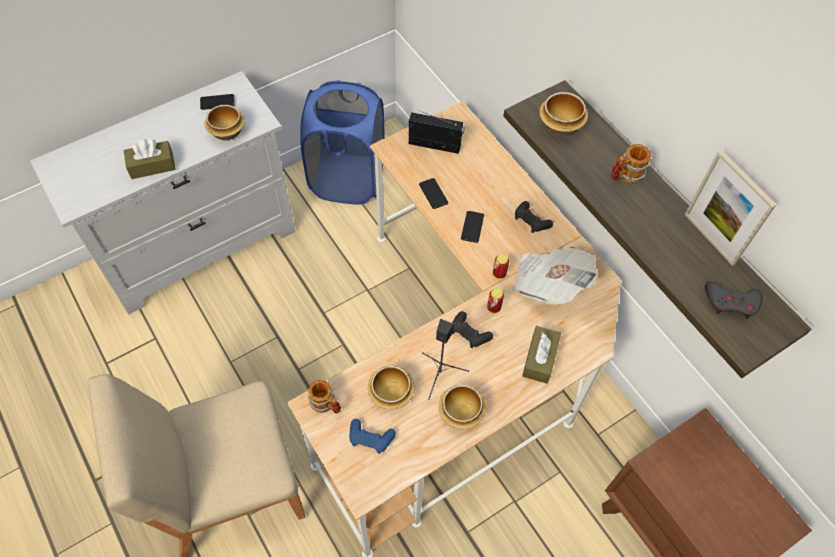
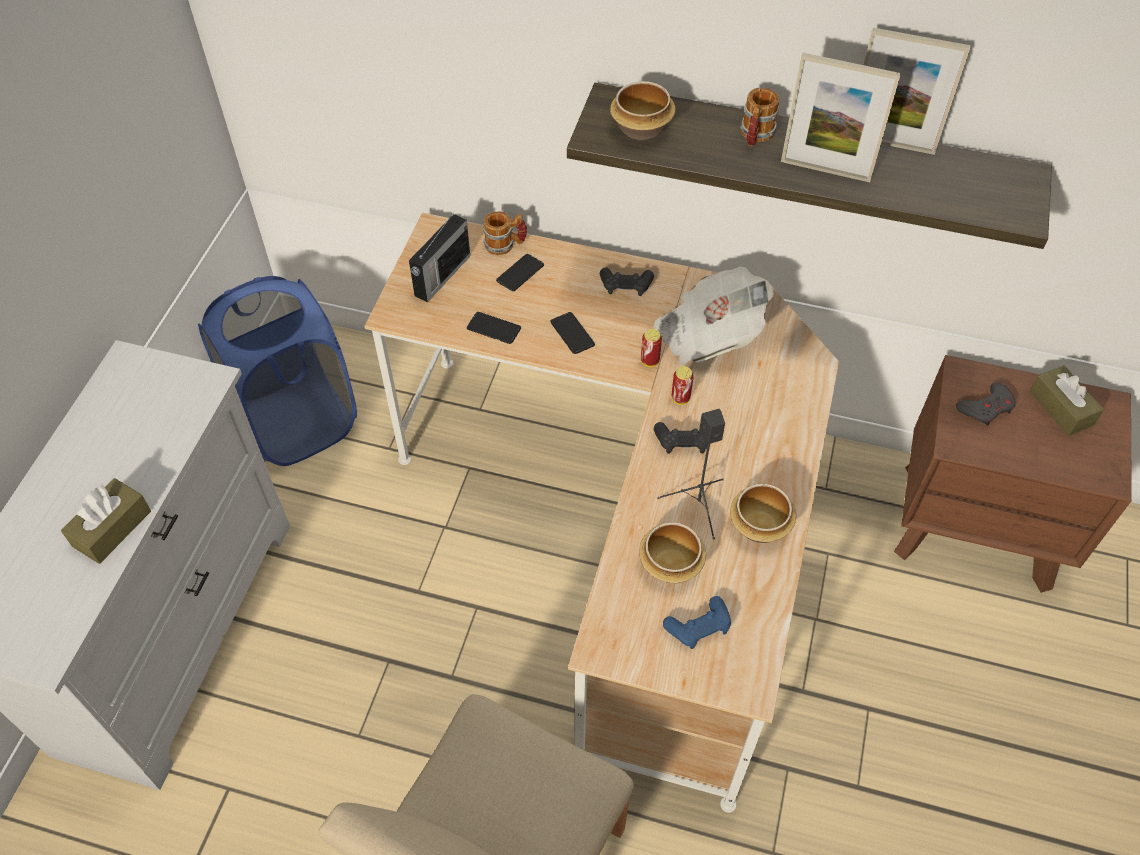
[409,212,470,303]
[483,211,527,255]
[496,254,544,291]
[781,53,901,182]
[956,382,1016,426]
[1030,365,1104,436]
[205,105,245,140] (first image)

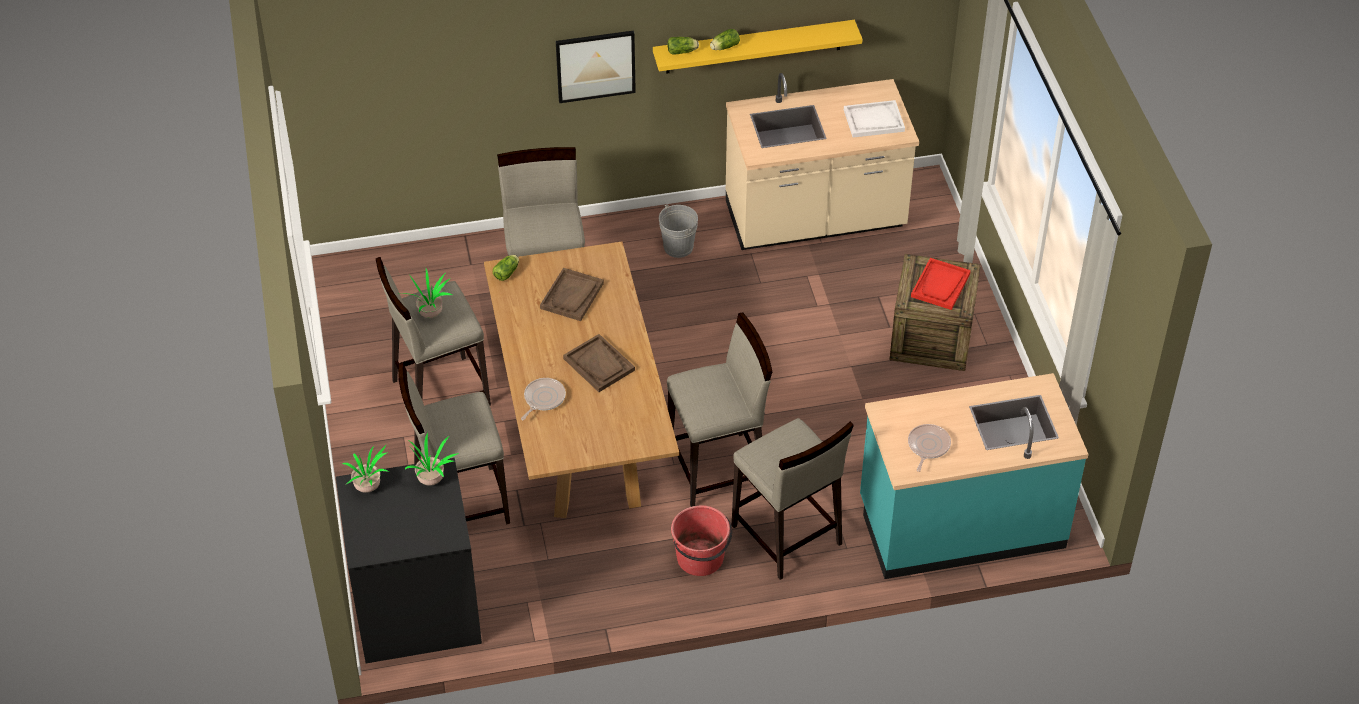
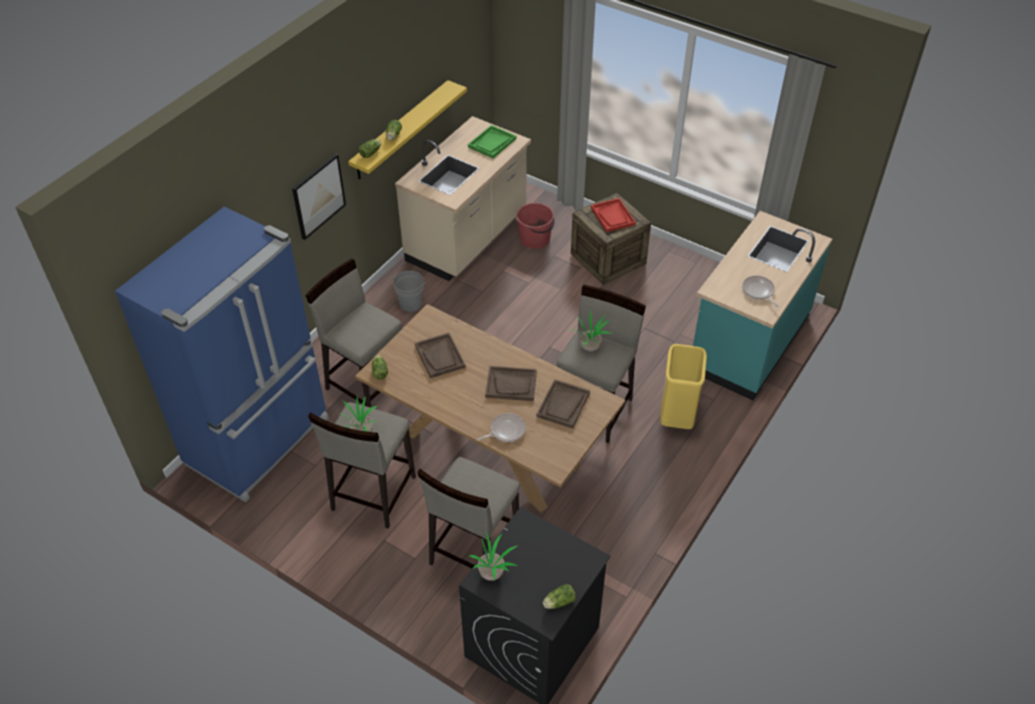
[115,206,329,502]
[468,125,516,158]
[476,413,526,442]
[516,203,555,249]
[537,379,590,429]
[543,584,576,609]
[574,309,612,351]
[660,344,707,429]

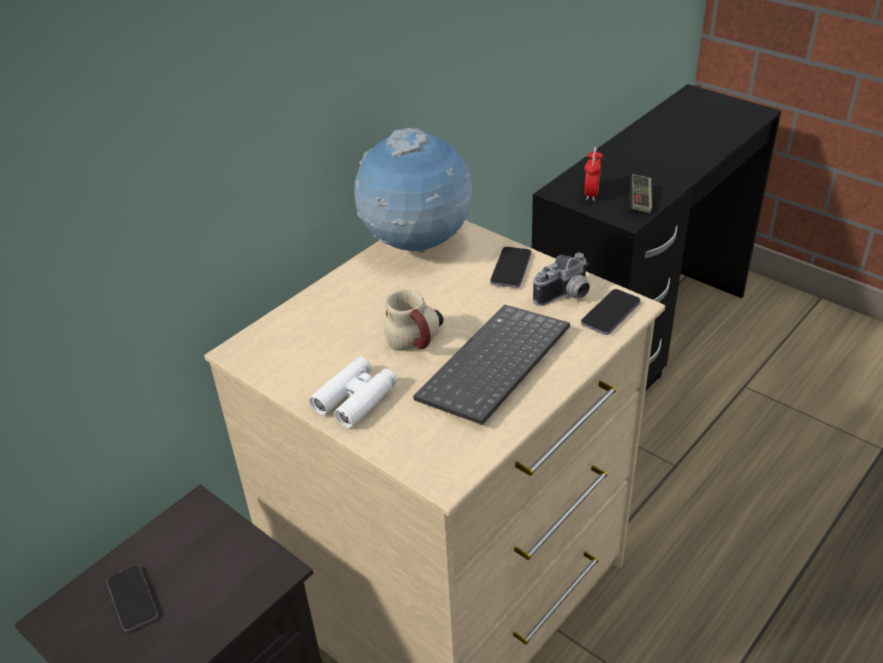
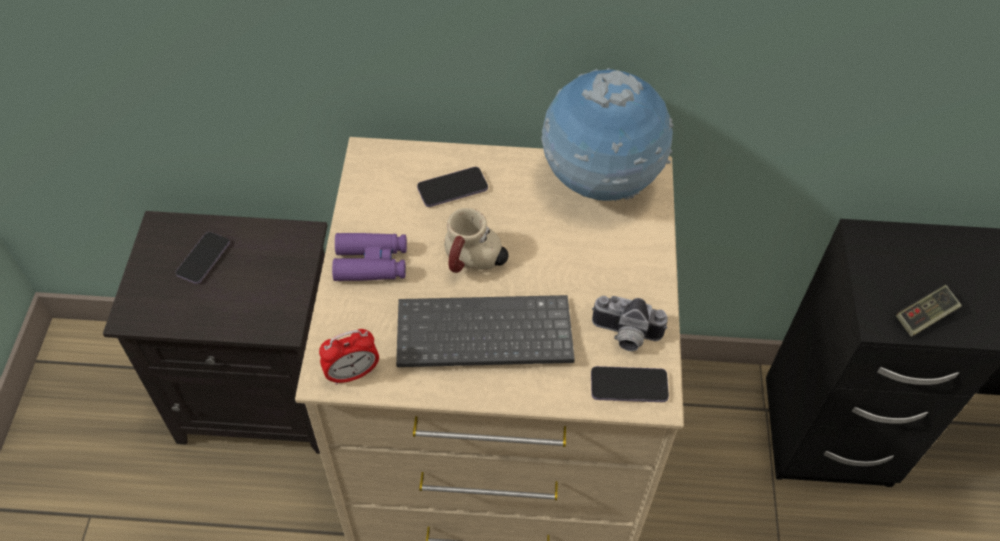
[319,329,379,385]
[332,233,407,281]
[417,167,488,207]

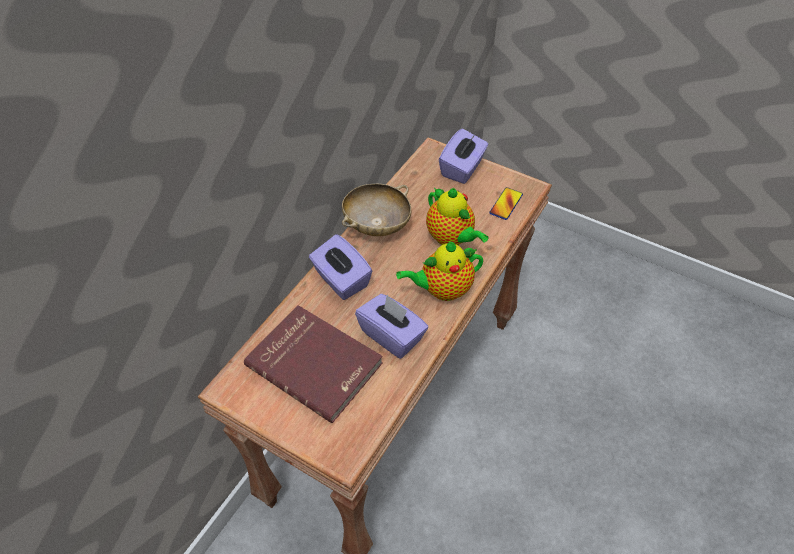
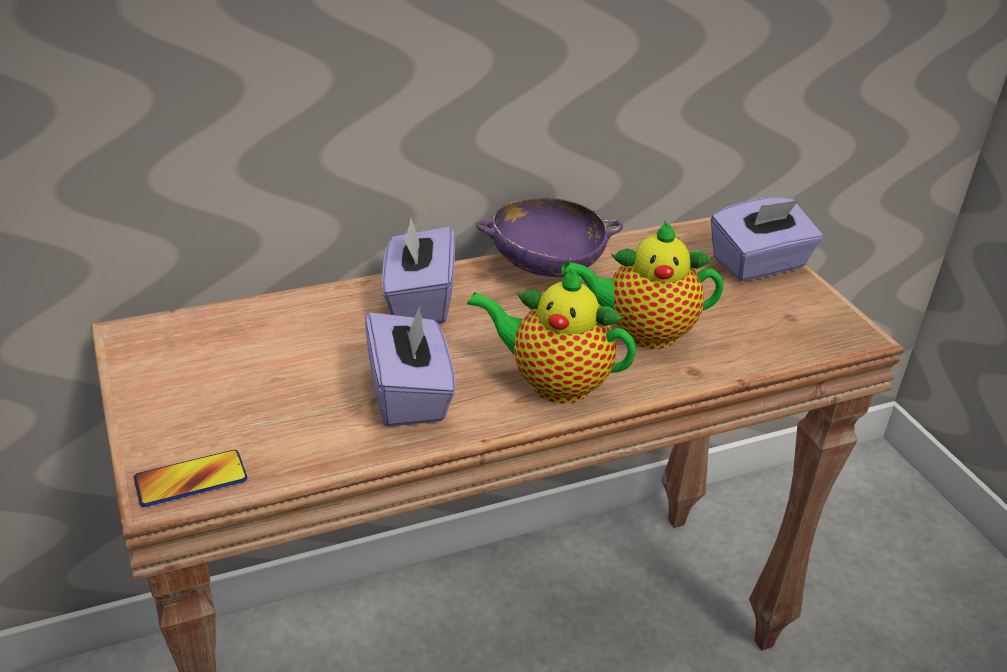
[134,450,247,507]
[476,198,623,277]
[561,220,724,349]
[244,305,383,423] (first image)

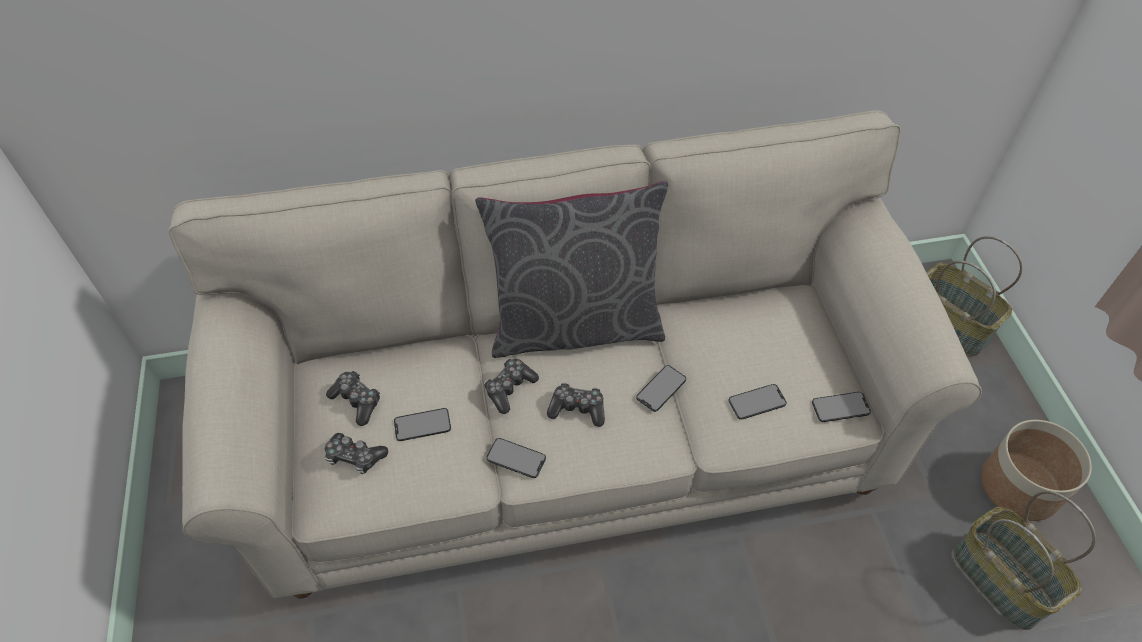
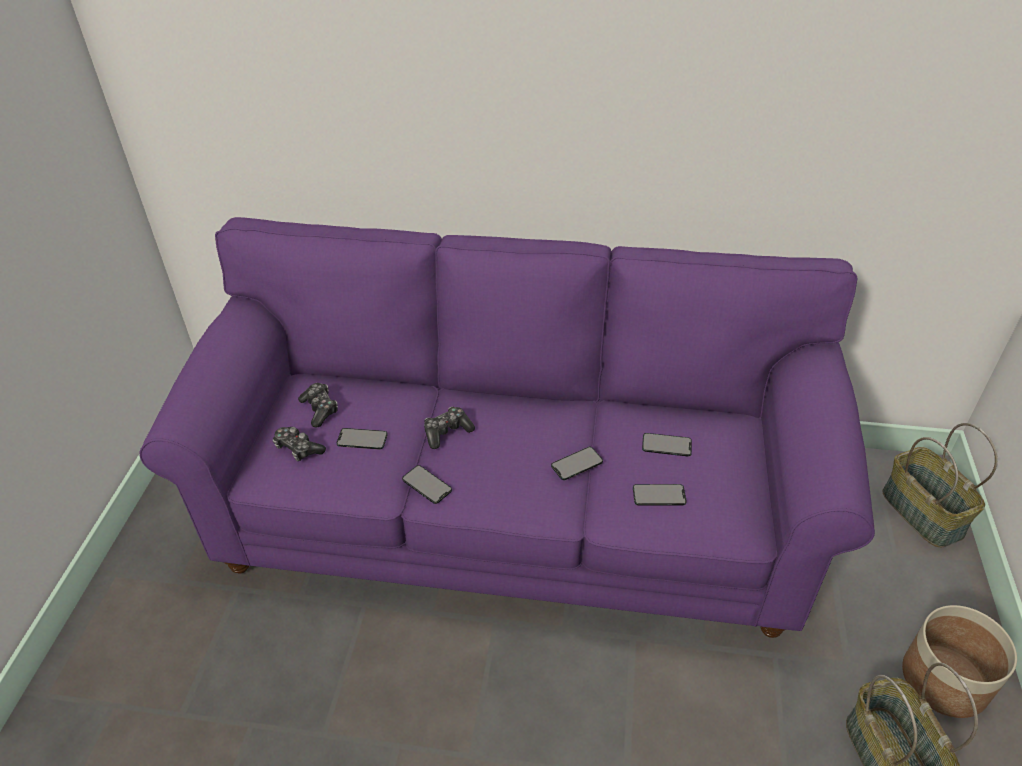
[139,217,875,638]
[642,433,692,456]
[475,181,668,358] (first image)
[547,383,605,427] (first image)

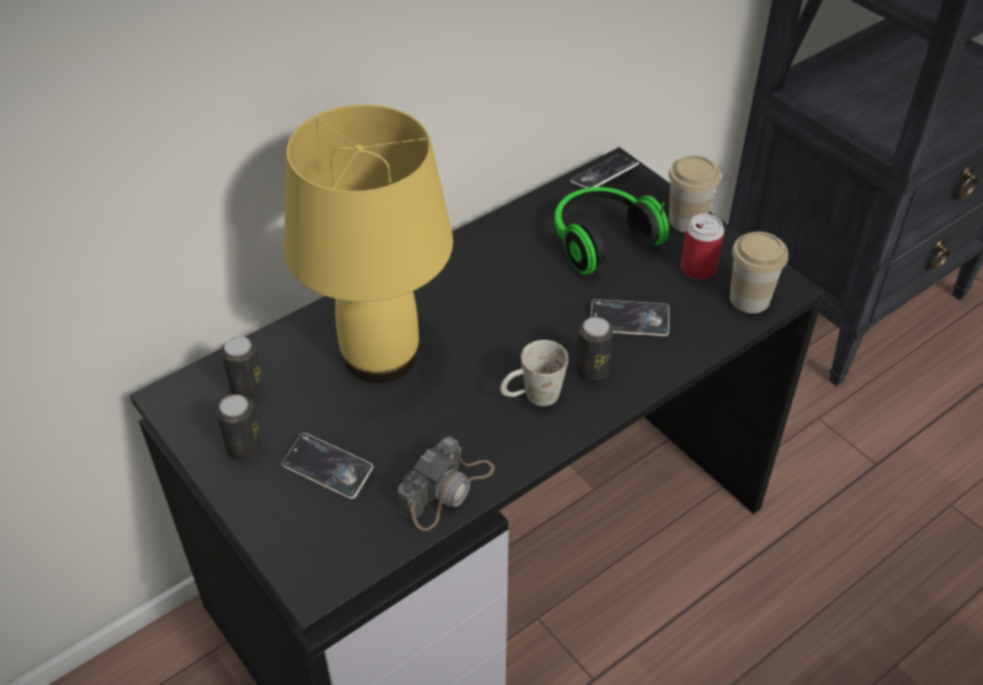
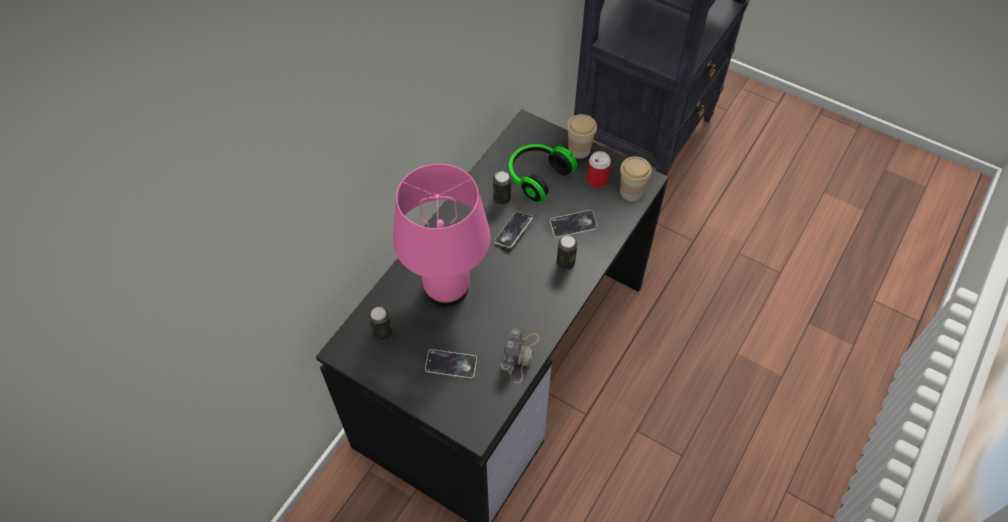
[393,164,491,307]
[493,171,511,205]
[494,212,533,248]
[500,340,568,406] (first image)

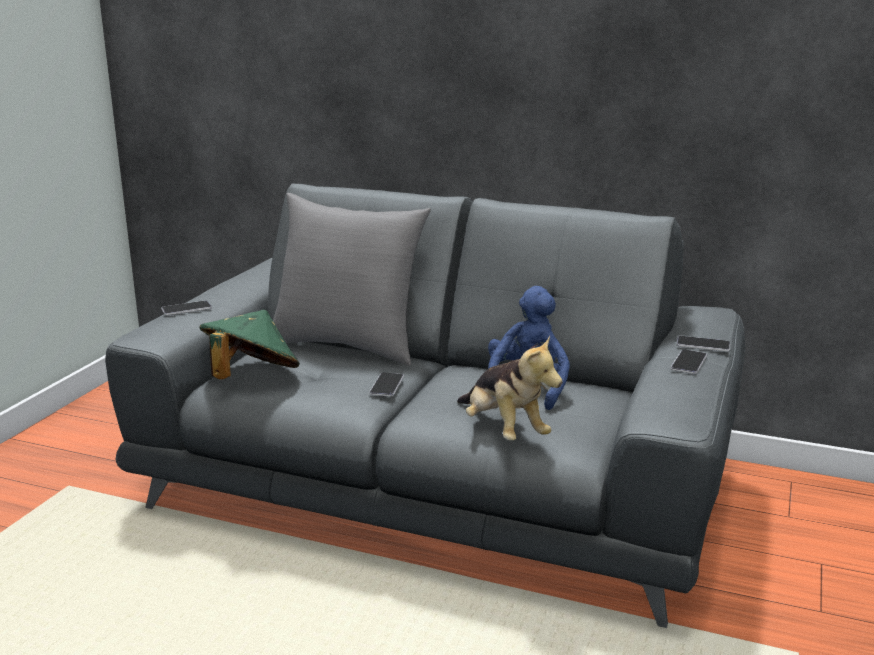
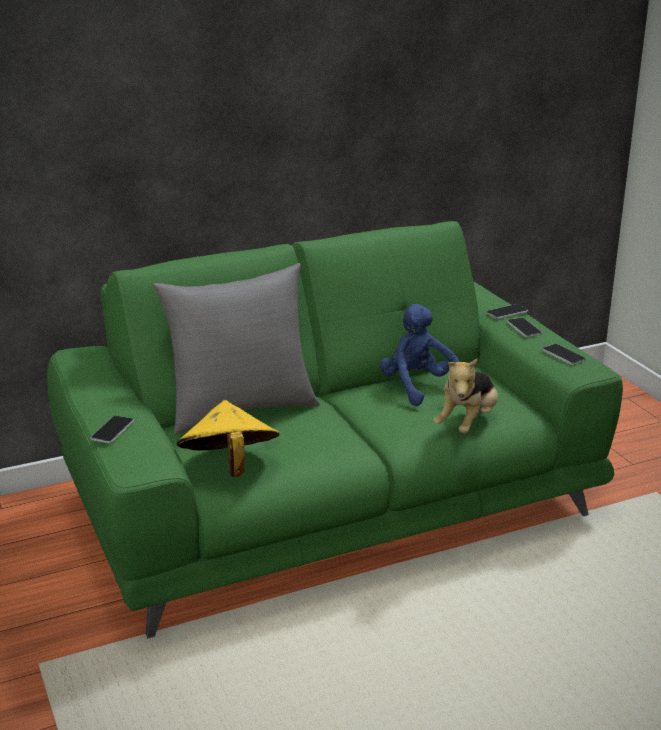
[47,221,623,638]
[177,400,280,477]
[433,358,498,434]
[542,344,586,365]

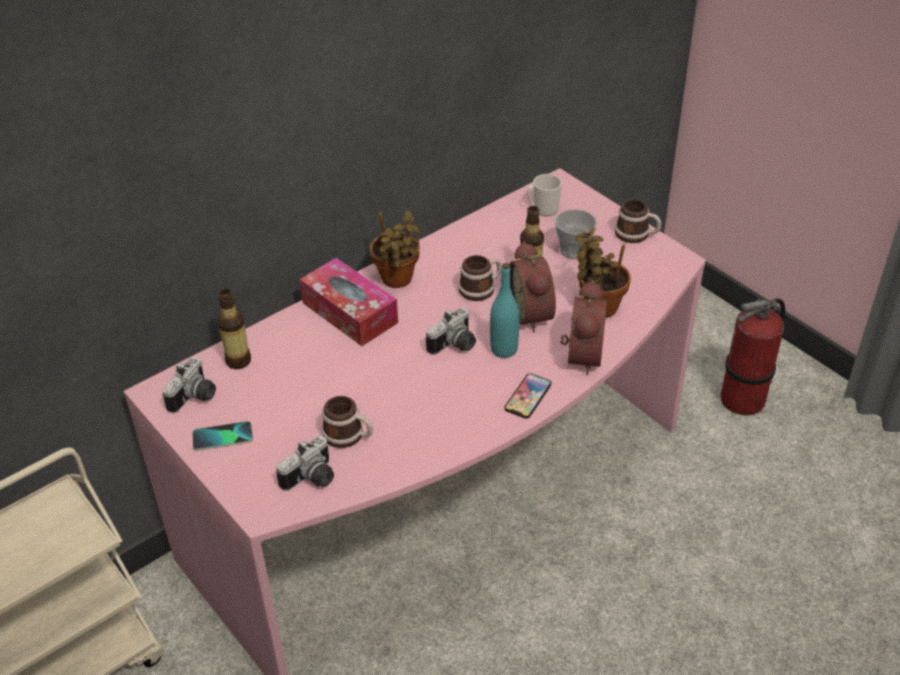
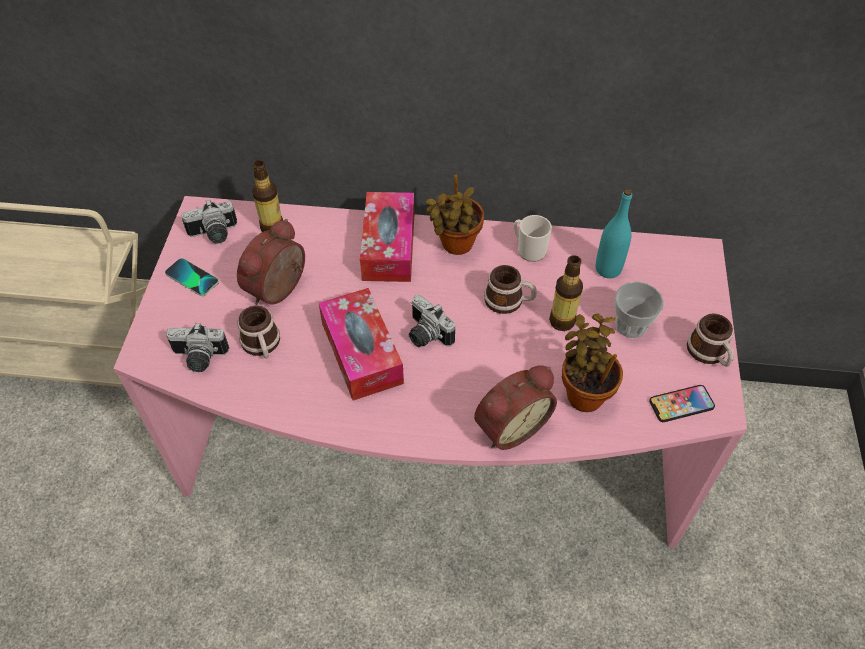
[237,219,305,305]
[319,288,404,400]
[409,295,455,347]
[514,215,552,262]
[596,189,632,278]
[649,385,715,422]
[721,298,785,415] (first image)

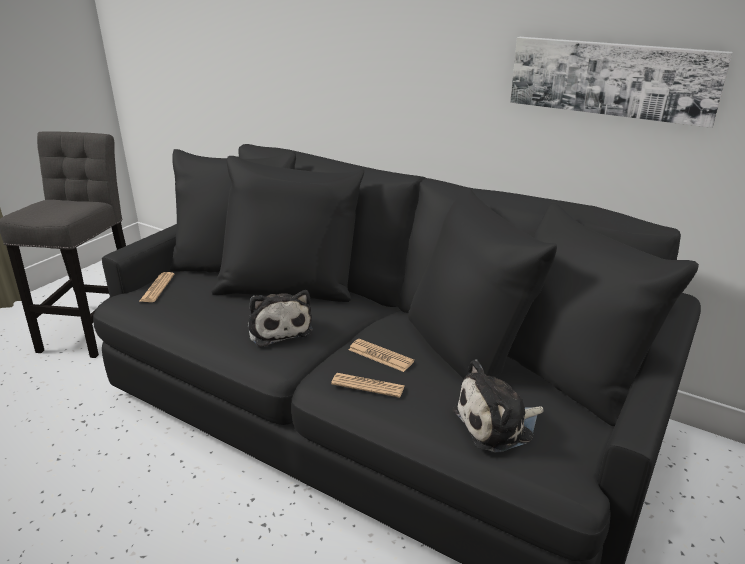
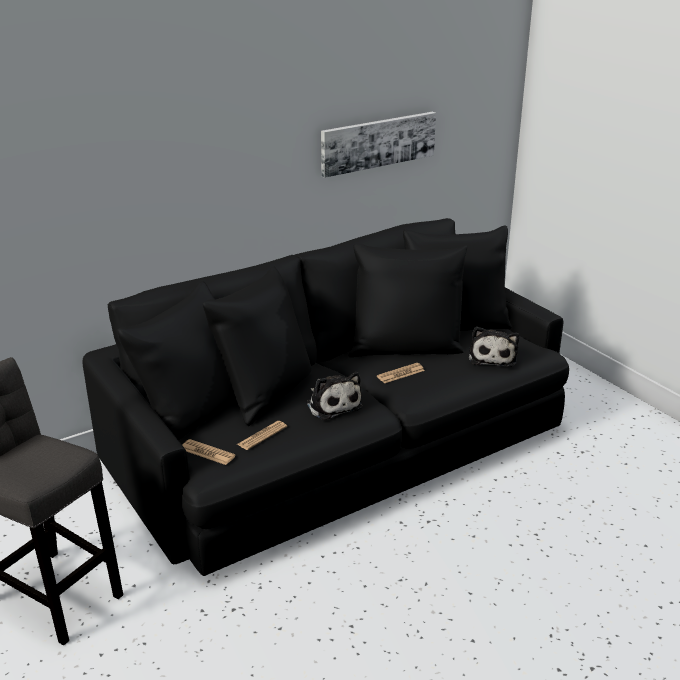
[237,421,287,450]
[306,372,362,420]

